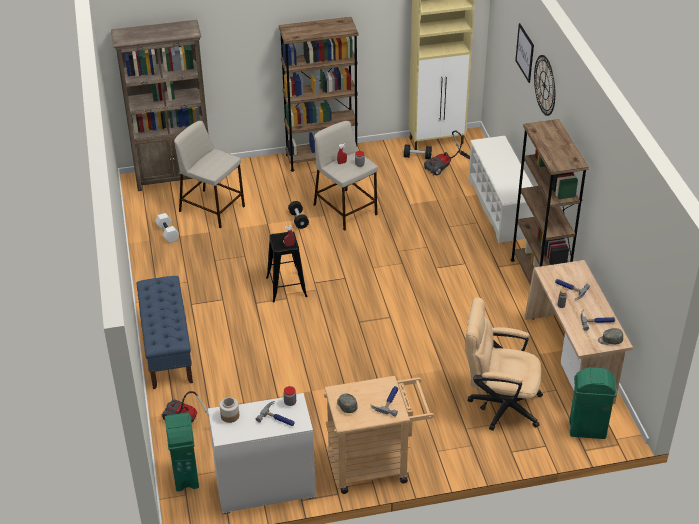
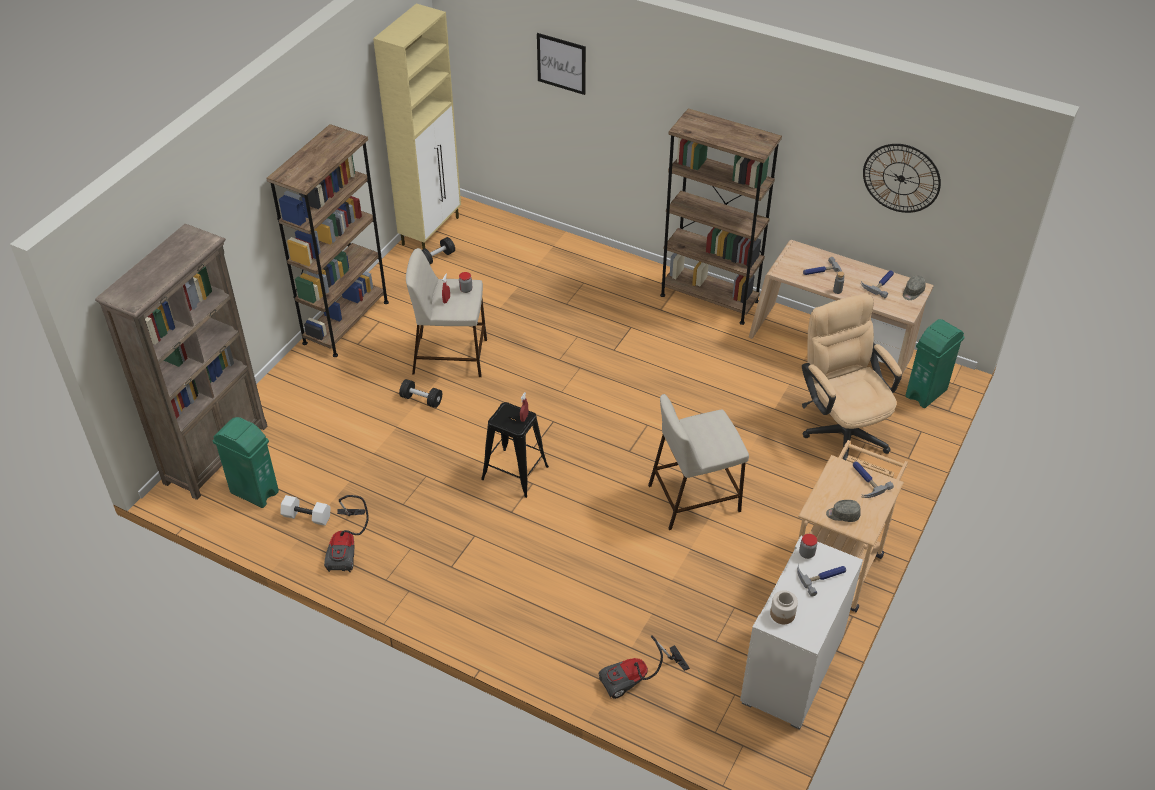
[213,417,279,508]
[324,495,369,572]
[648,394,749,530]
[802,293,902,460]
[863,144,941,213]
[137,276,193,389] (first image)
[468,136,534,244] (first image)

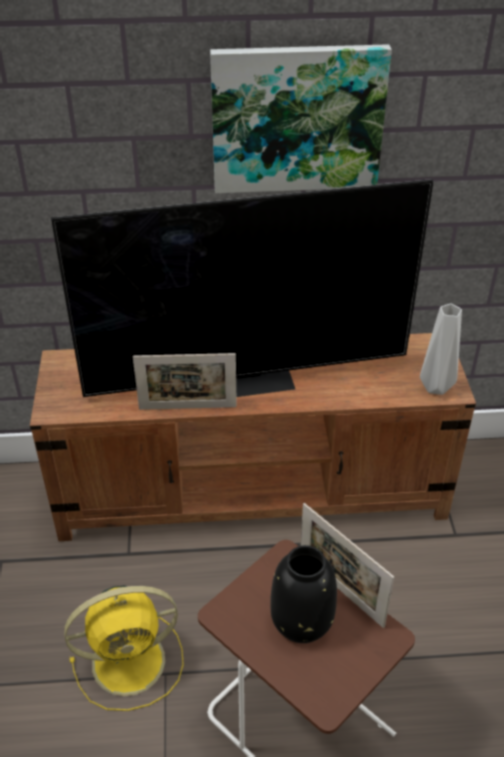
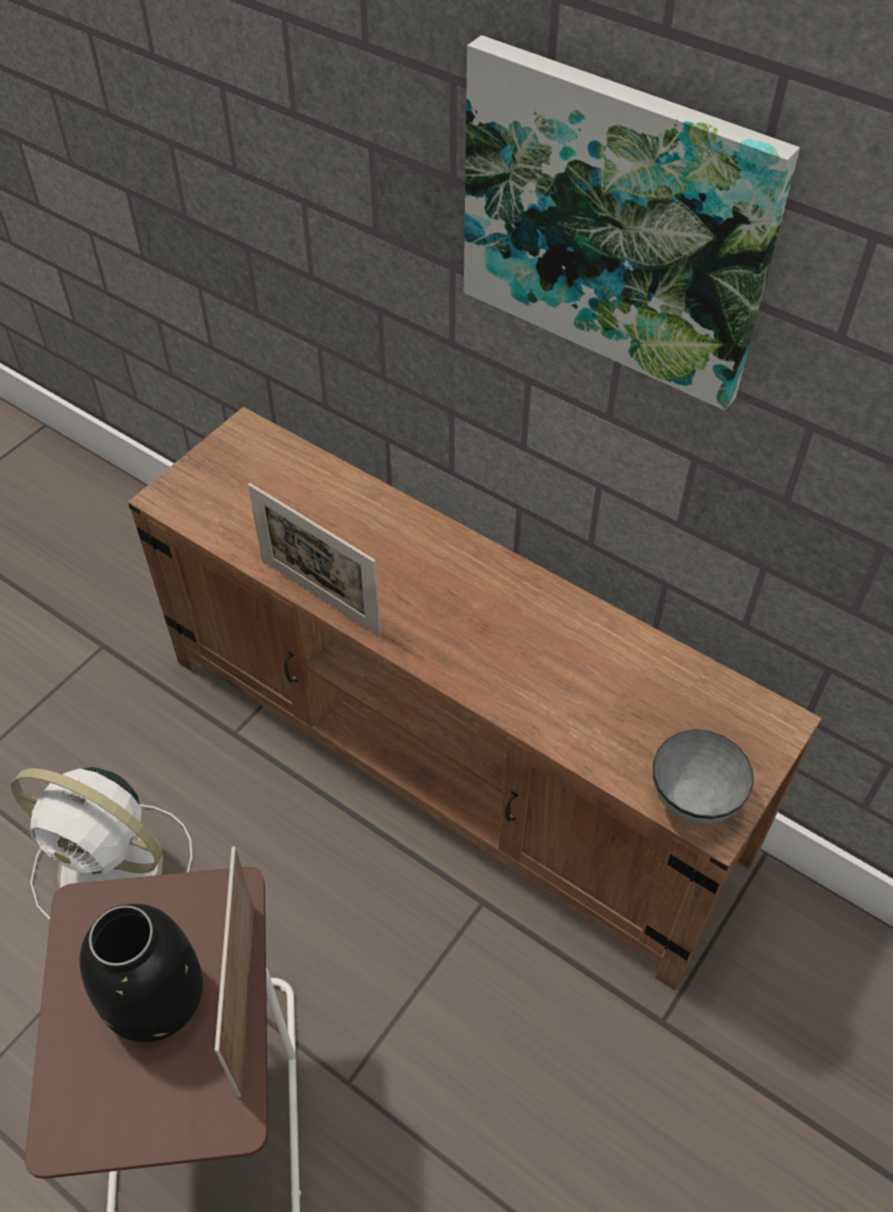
[11,767,192,920]
[653,729,754,825]
[51,179,434,397] (first image)

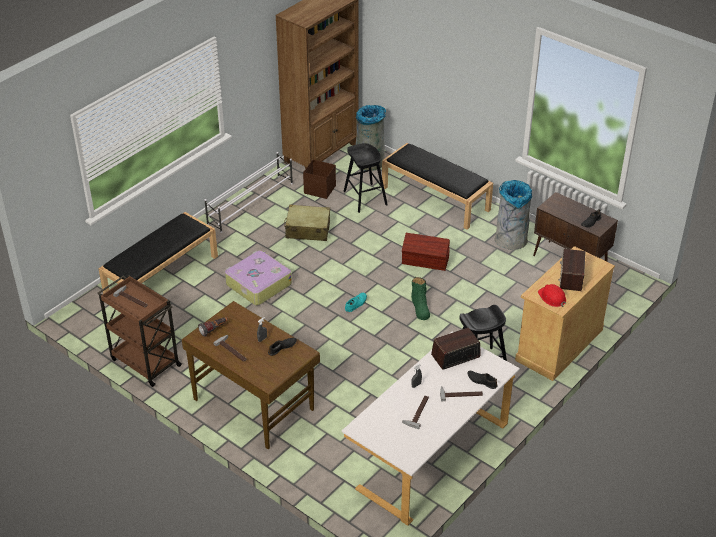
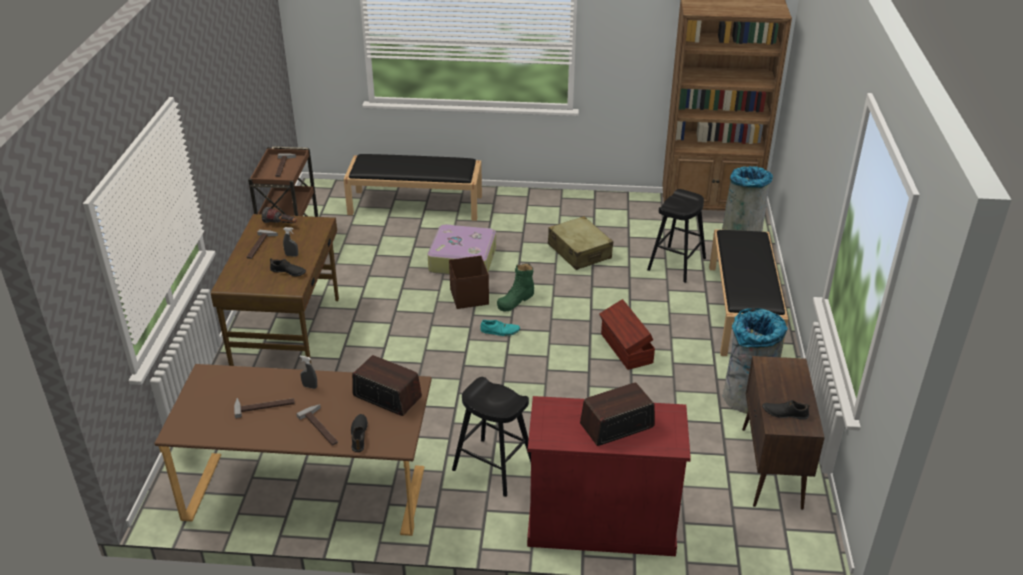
[154,364,432,536]
[449,256,489,309]
[497,263,534,312]
[527,396,691,556]
[204,152,293,233] (first image)
[538,284,566,307] (first image)

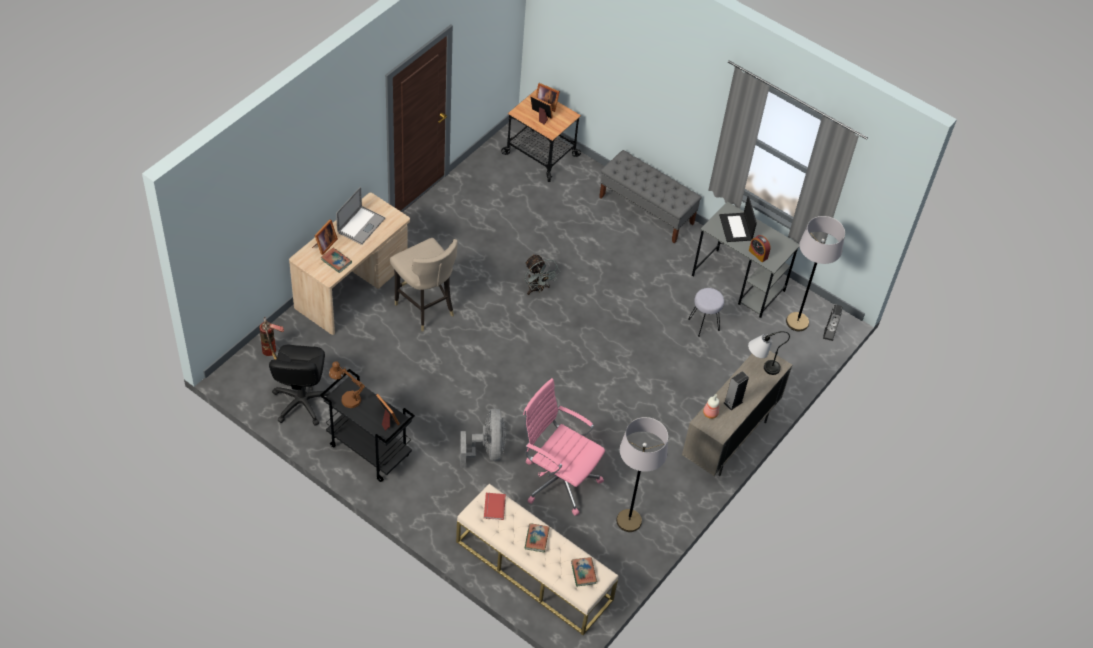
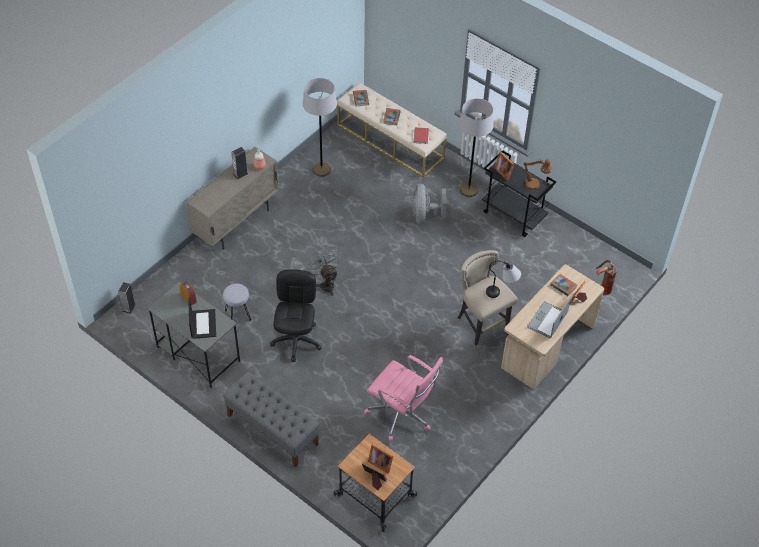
[270,269,322,362]
[308,251,339,296]
[364,355,443,442]
[459,98,494,197]
[486,261,521,298]

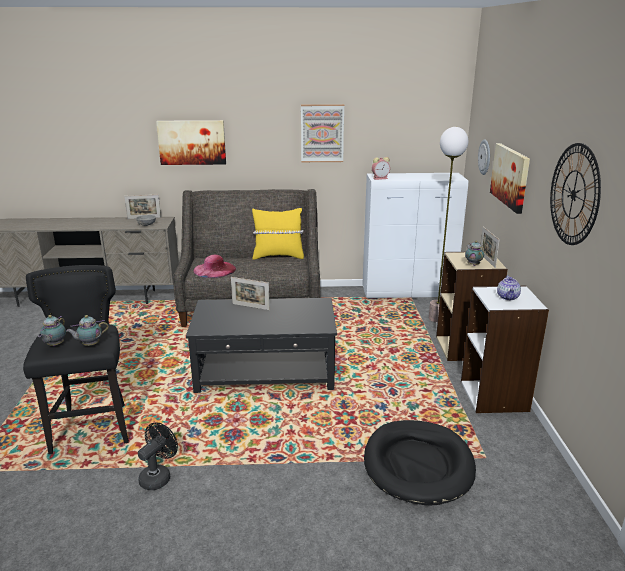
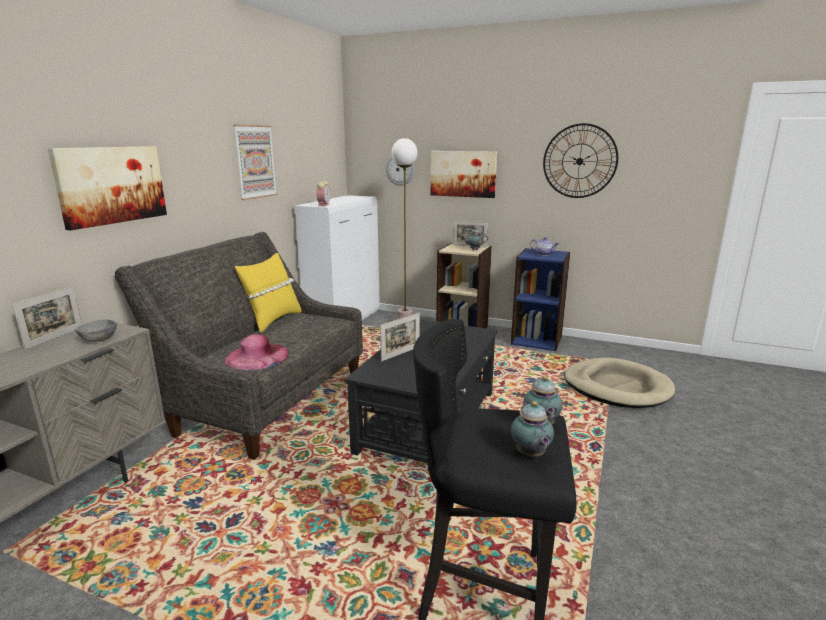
[511,248,570,351]
[511,401,554,457]
[564,358,675,408]
[138,422,178,490] (first image)

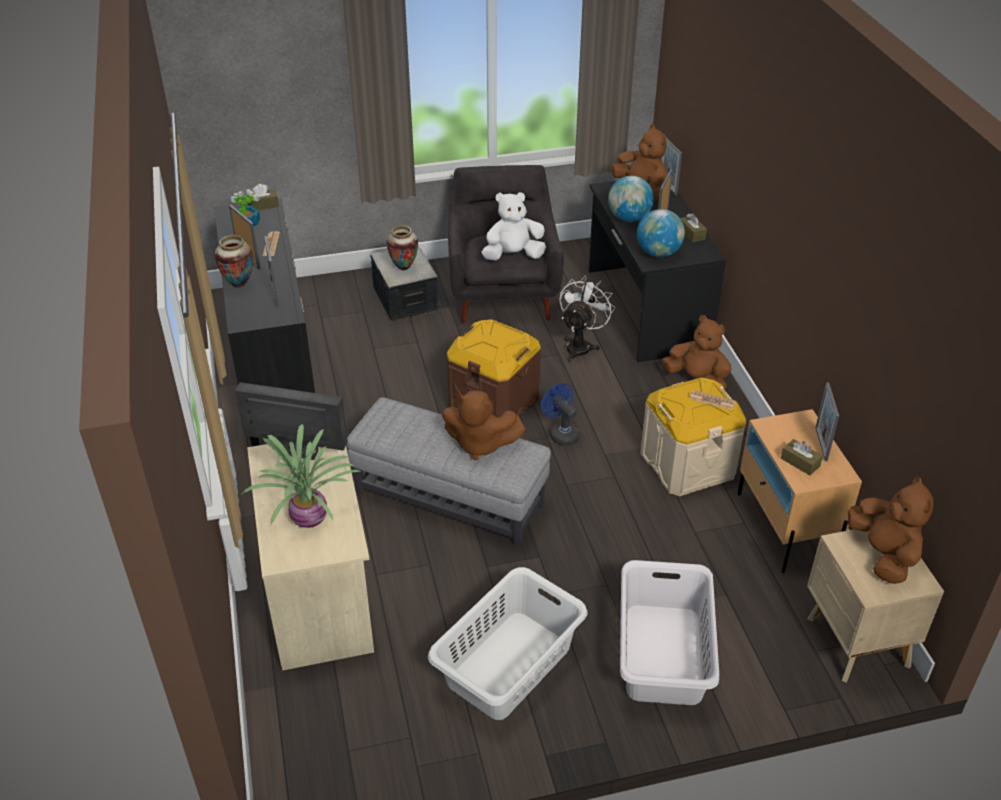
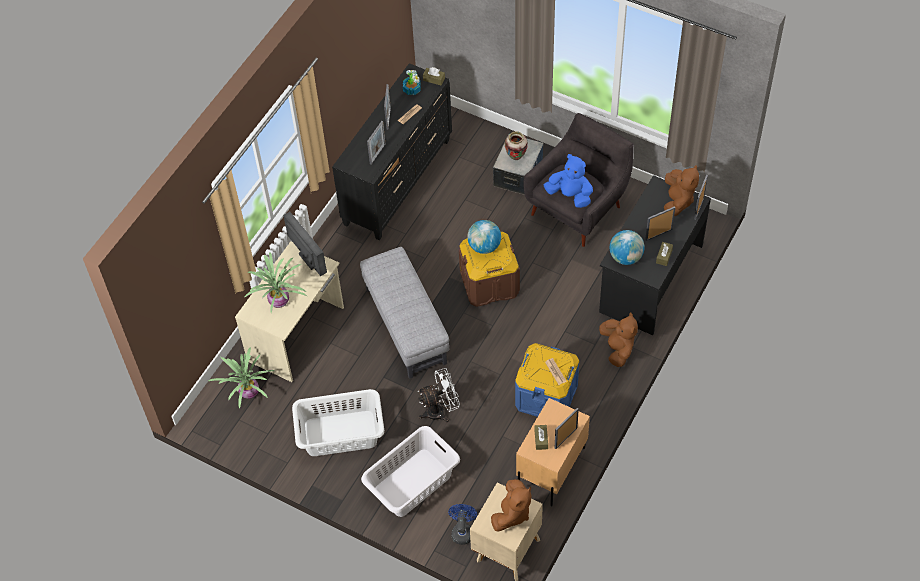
[209,347,275,409]
[417,368,460,422]
[448,504,477,545]
[467,220,501,254]
[515,343,580,417]
[544,154,593,208]
[215,235,253,288] (first image)
[442,390,525,460] (first image)

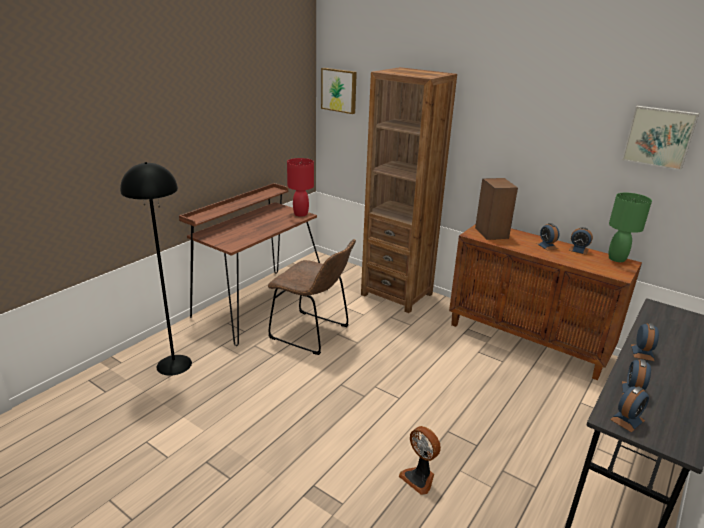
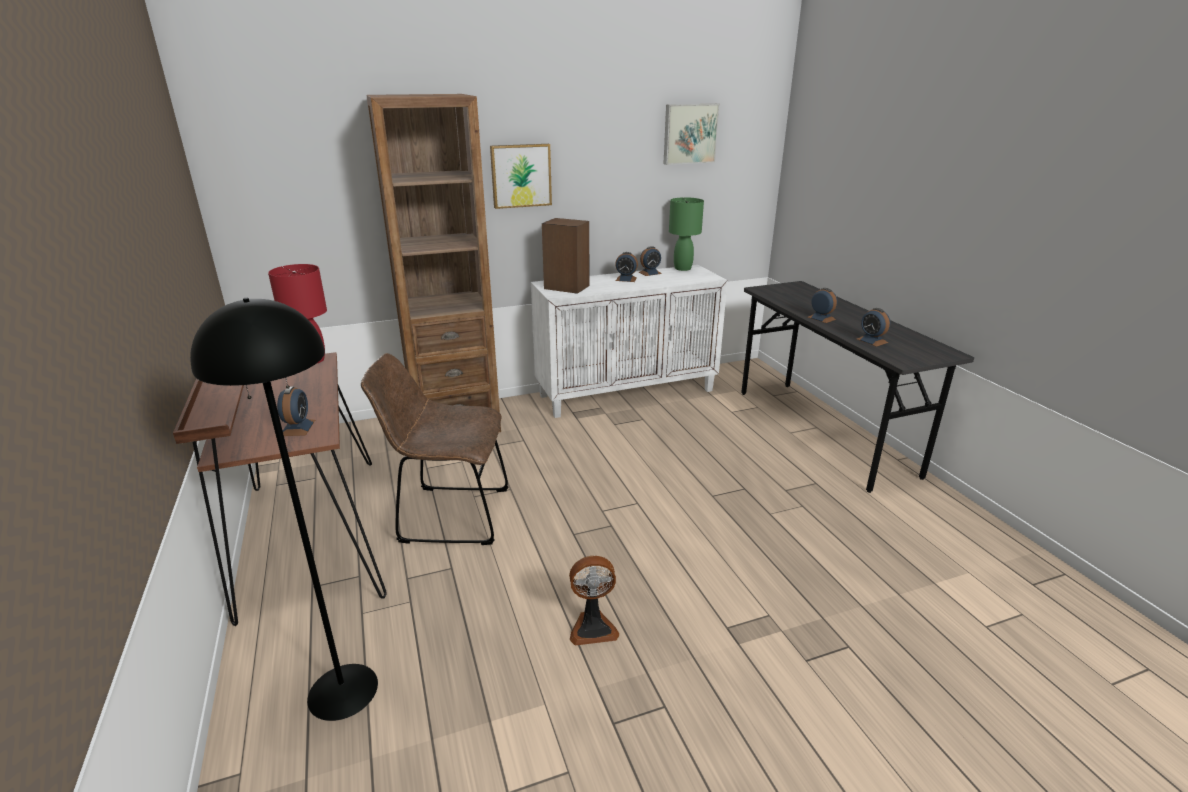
[277,386,315,436]
[361,353,508,545]
[490,144,552,209]
[531,265,728,418]
[569,556,619,646]

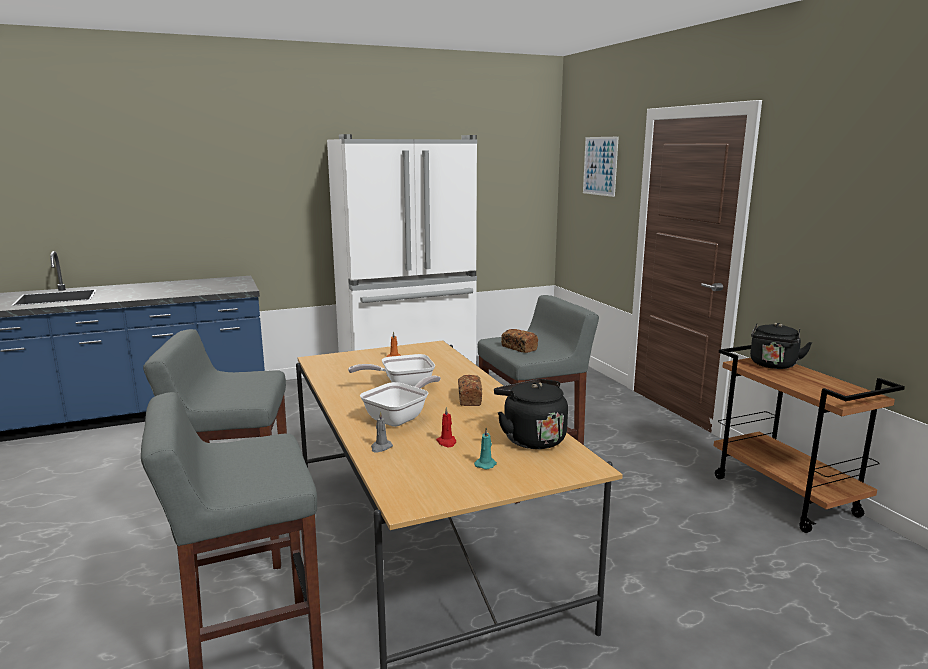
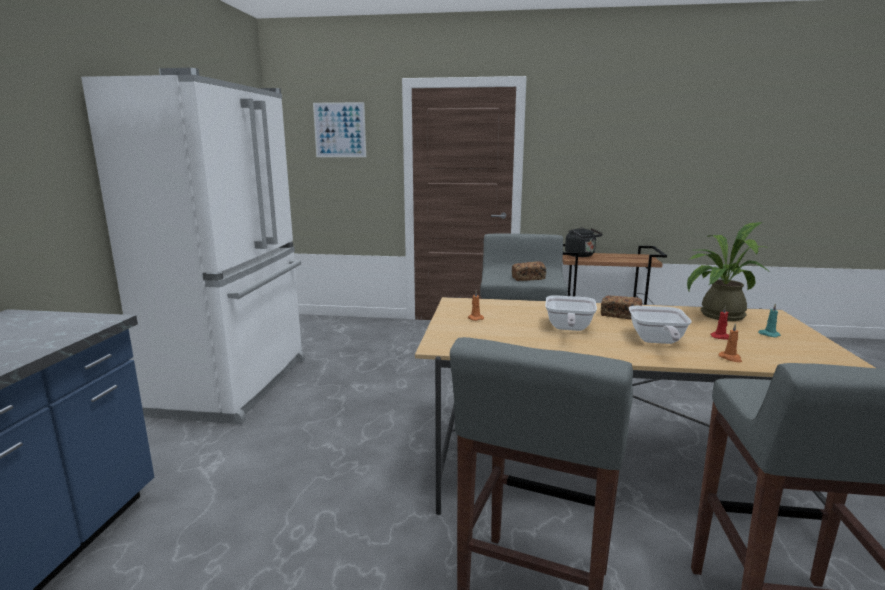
[629,306,692,344]
[687,222,769,321]
[719,323,742,362]

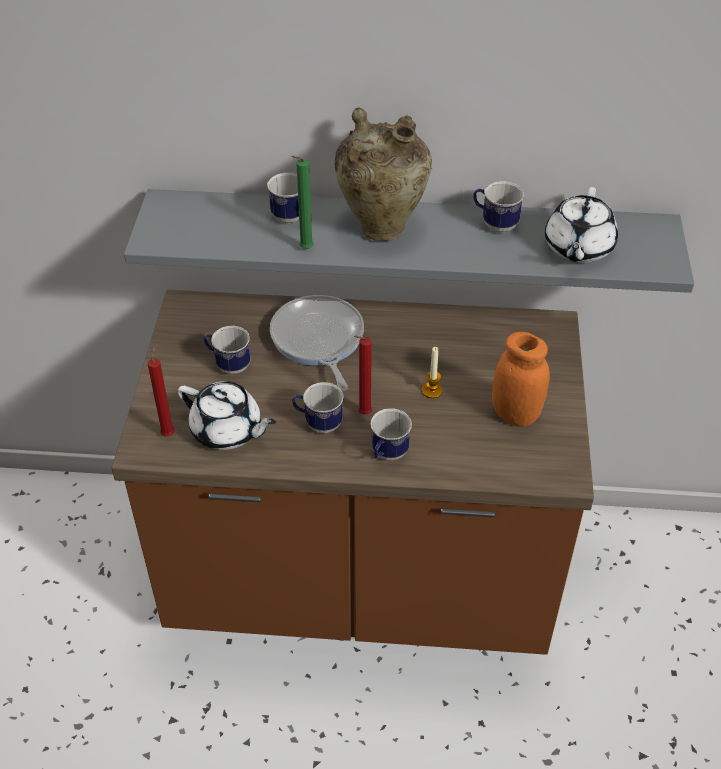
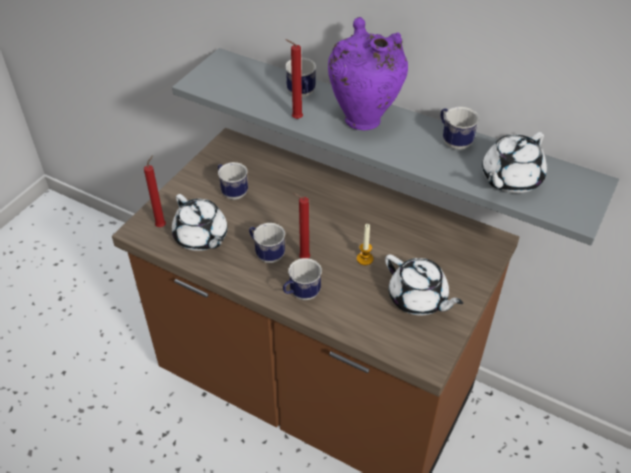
[285,39,303,119]
[328,17,408,130]
[385,254,463,316]
[270,295,364,392] (first image)

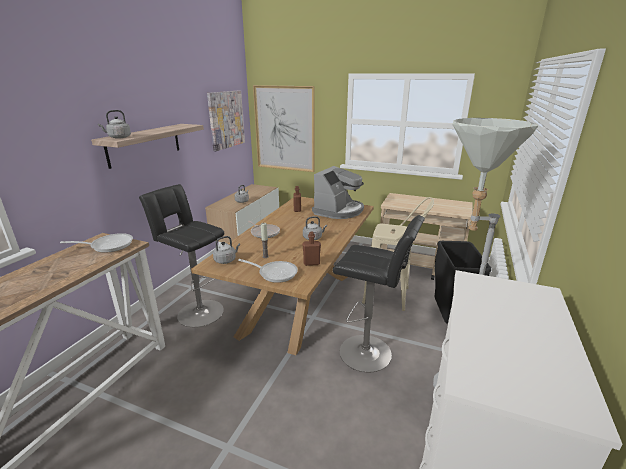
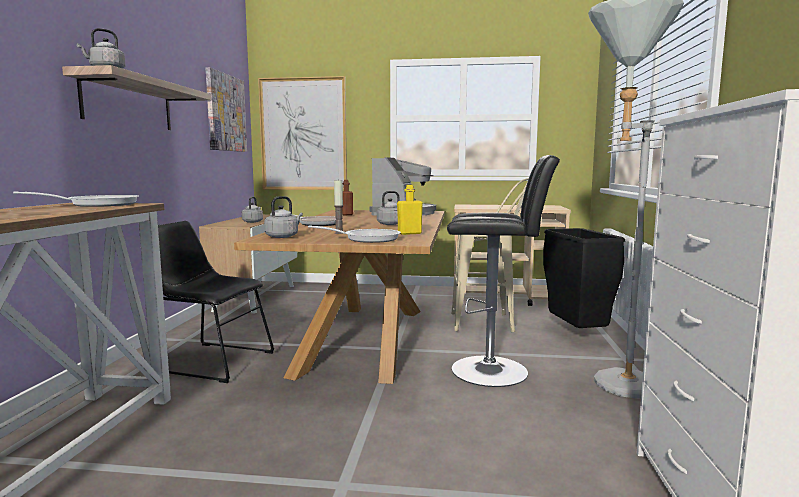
[158,221,274,383]
[397,185,423,235]

